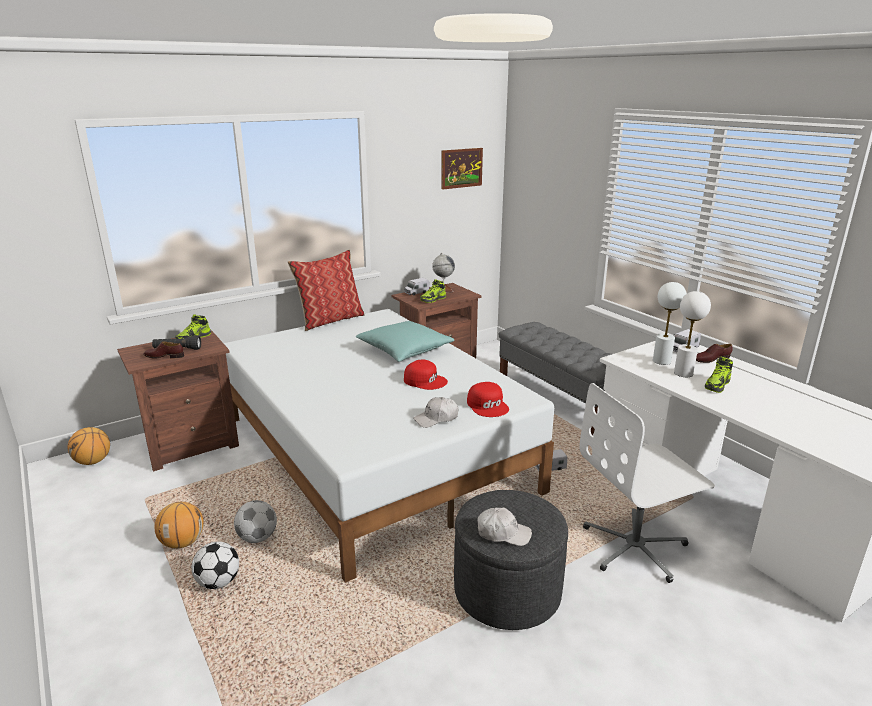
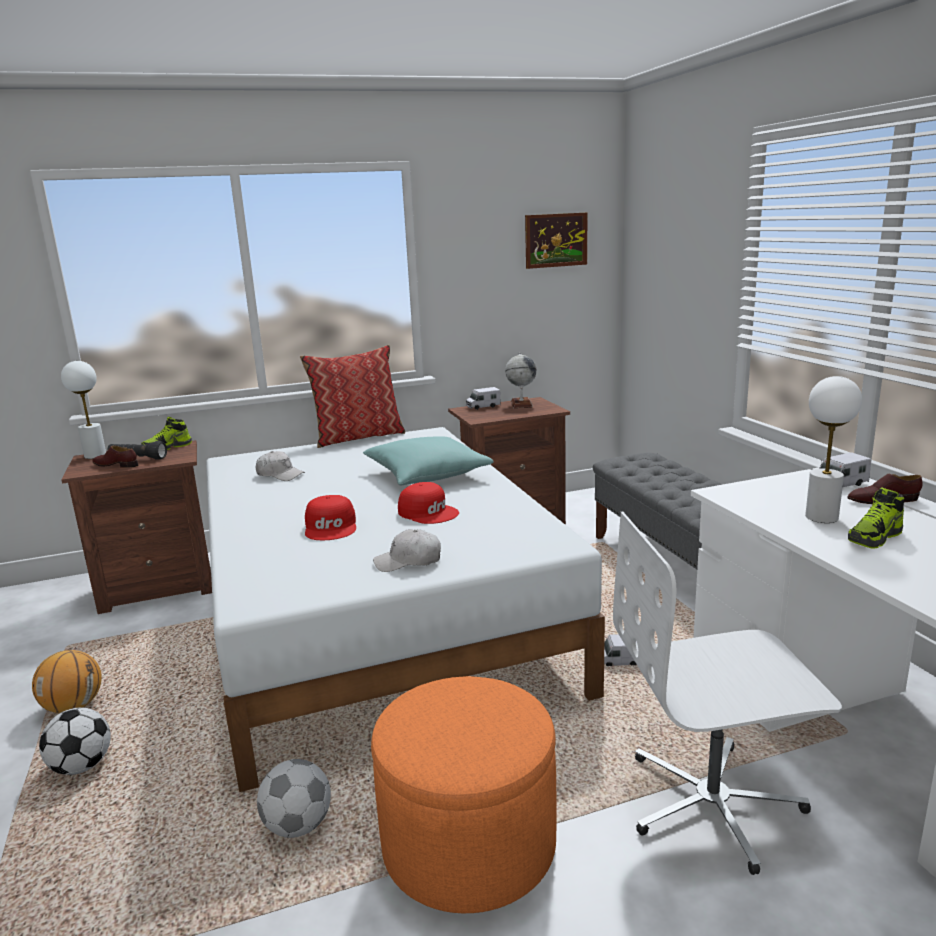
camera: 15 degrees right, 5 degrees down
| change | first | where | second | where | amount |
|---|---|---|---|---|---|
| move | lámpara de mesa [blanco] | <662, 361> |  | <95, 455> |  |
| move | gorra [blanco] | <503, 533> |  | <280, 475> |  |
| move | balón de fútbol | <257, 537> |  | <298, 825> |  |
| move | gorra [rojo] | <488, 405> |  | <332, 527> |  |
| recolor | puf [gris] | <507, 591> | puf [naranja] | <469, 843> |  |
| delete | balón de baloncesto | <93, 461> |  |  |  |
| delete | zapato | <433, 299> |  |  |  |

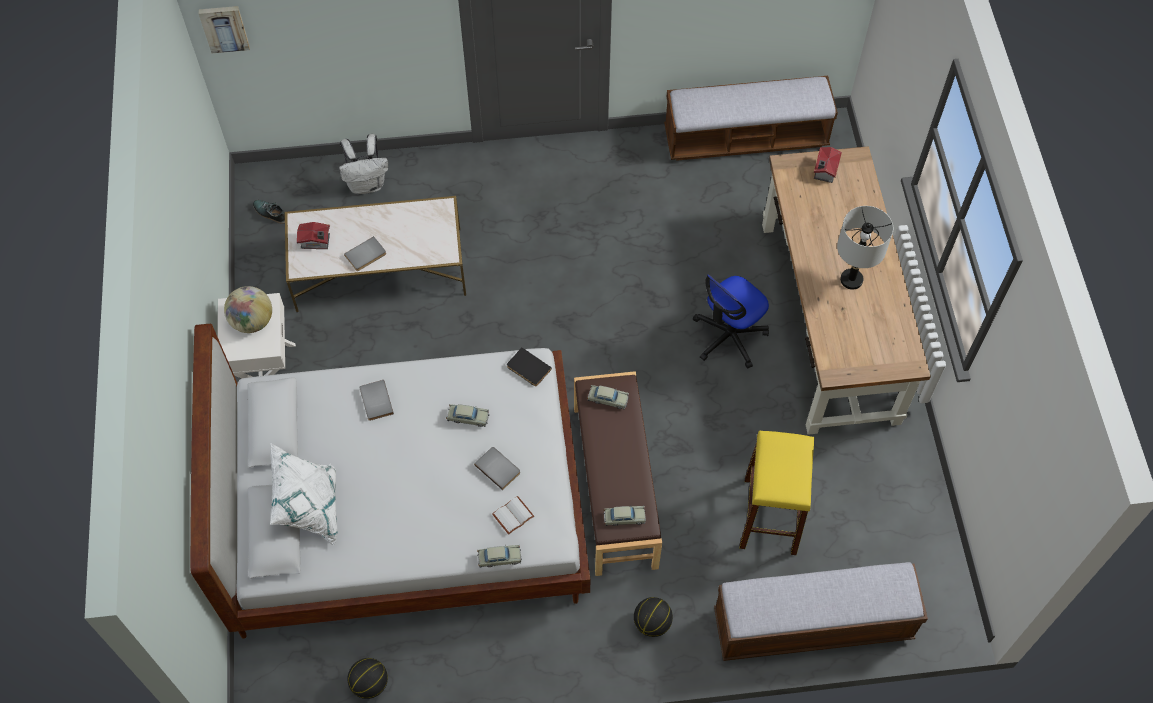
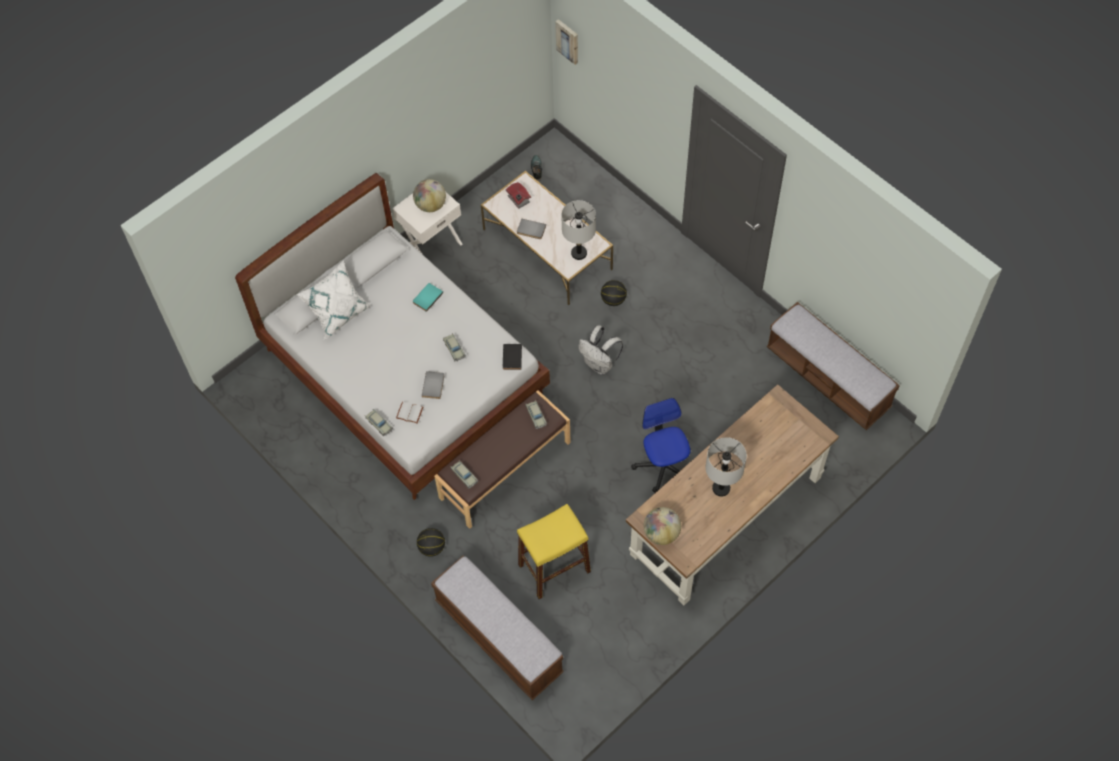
camera: 55 degrees right, 0 degrees up
| change | first | where | second | where | amount |
|---|---|---|---|---|---|
| recolor | libro [gris] | <375, 401> | libro [turquesa] | <427, 297> |  |
| insert |  |  | lámpara de mesa [gris] | <579, 253> |  |
| move | mochila [blanco] | <367, 184> |  | <600, 364> |  |
| move | balón de baloncesto | <369, 684> |  | <613, 300> |  |
| rotate | silla de oficina | <729, 337> |  | <663, 465> | 60 degrees clockwise |
| insert |  |  | globo terráqueo | <661, 533> |  |
| delete | casita | <824, 171> |  |  |  |

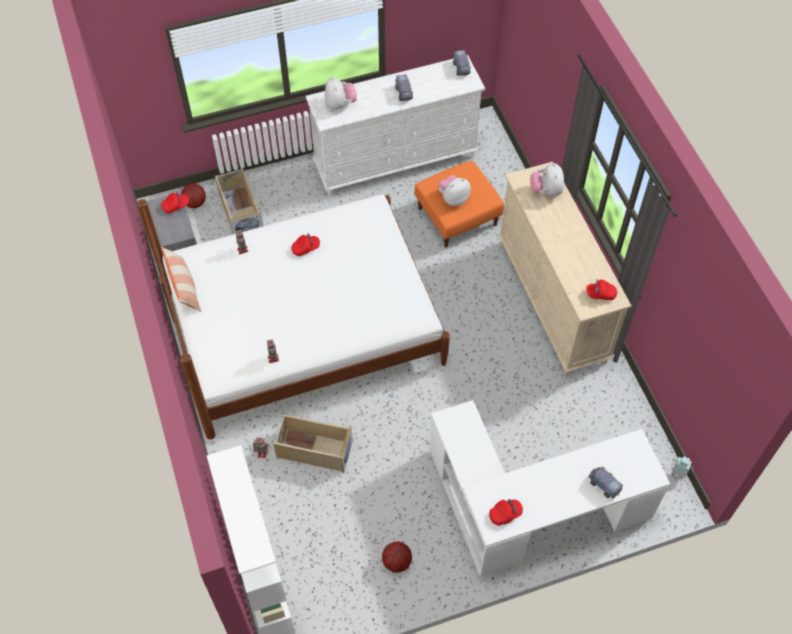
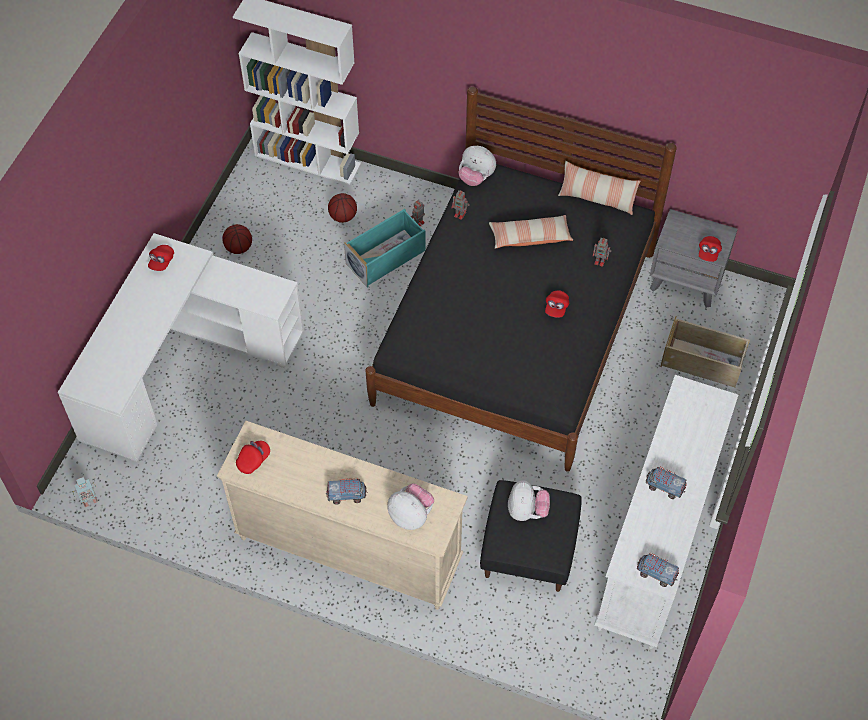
camera: 130 degrees right, 0 degrees up
| change | first | where | second | where | amount |
|---|---|---|---|---|---|
| move | camión de juguete | <604, 485> |  | <346, 495> |  |
| move | balón de baloncesto | <195, 203> |  | <343, 216> |  |
| recolor | caja de almacenaje [beis] | <313, 450> | caja de almacenaje [turquesa] | <386, 257> |  |
| recolor | cama [blanco] | <304, 327> | cama [negro] | <515, 327> |  |
| move | peluche | <340, 104> |  | <476, 177> |  |
| recolor | puf [naranja] | <457, 217> | puf [negro] | <528, 547> |  |
| insert |  |  | cojín | <530, 237> |  |

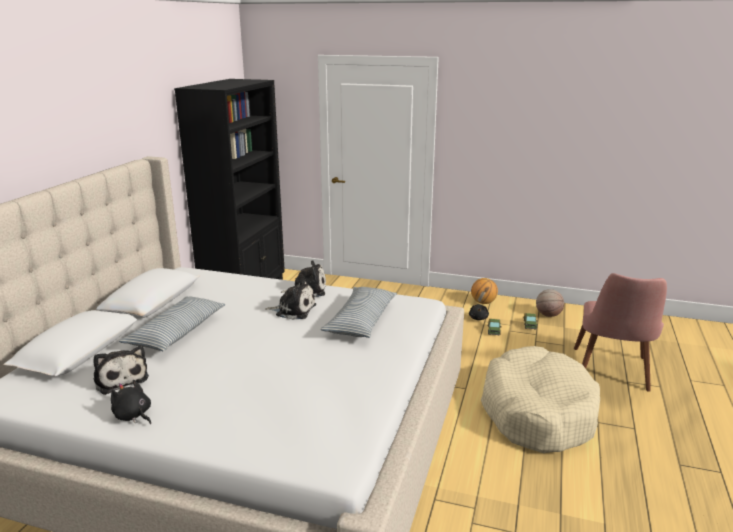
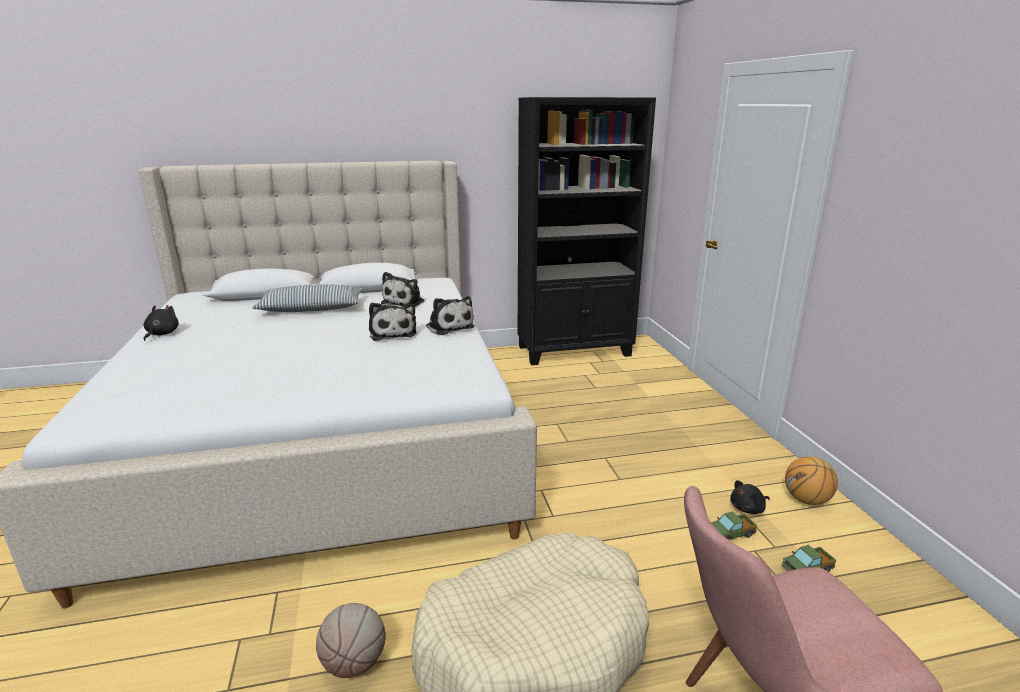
camera: 60 degrees right, 0 degrees up
| change | first | where | second | where | amount |
|---|---|---|---|---|---|
| move | balón de baloncesto | <548, 315> |  | <354, 663> |  |
| move | peluche | <120, 378> |  | <405, 302> |  |
| delete | cojín | <361, 321> |  |  |  |

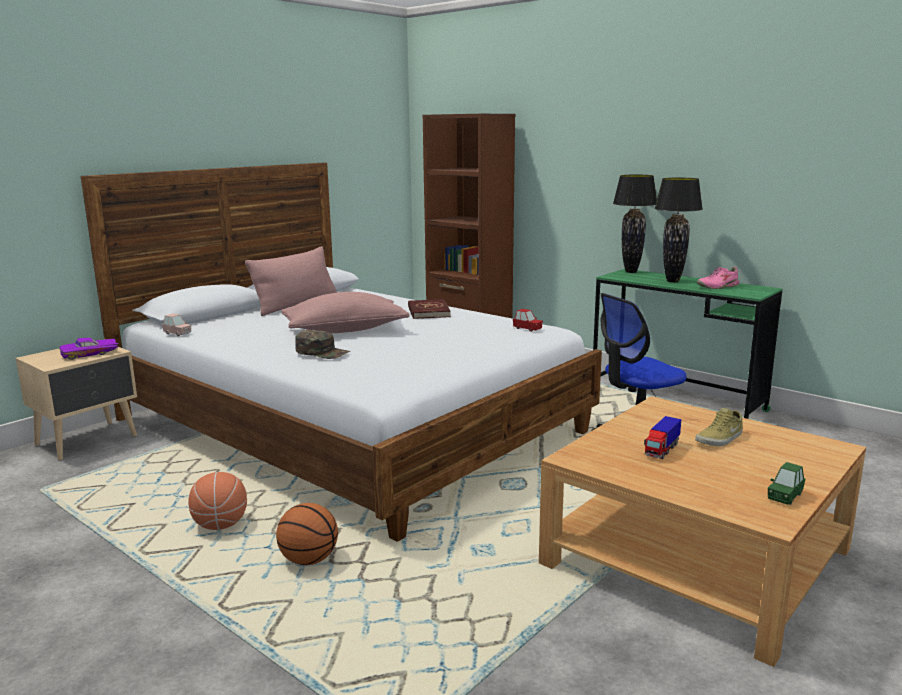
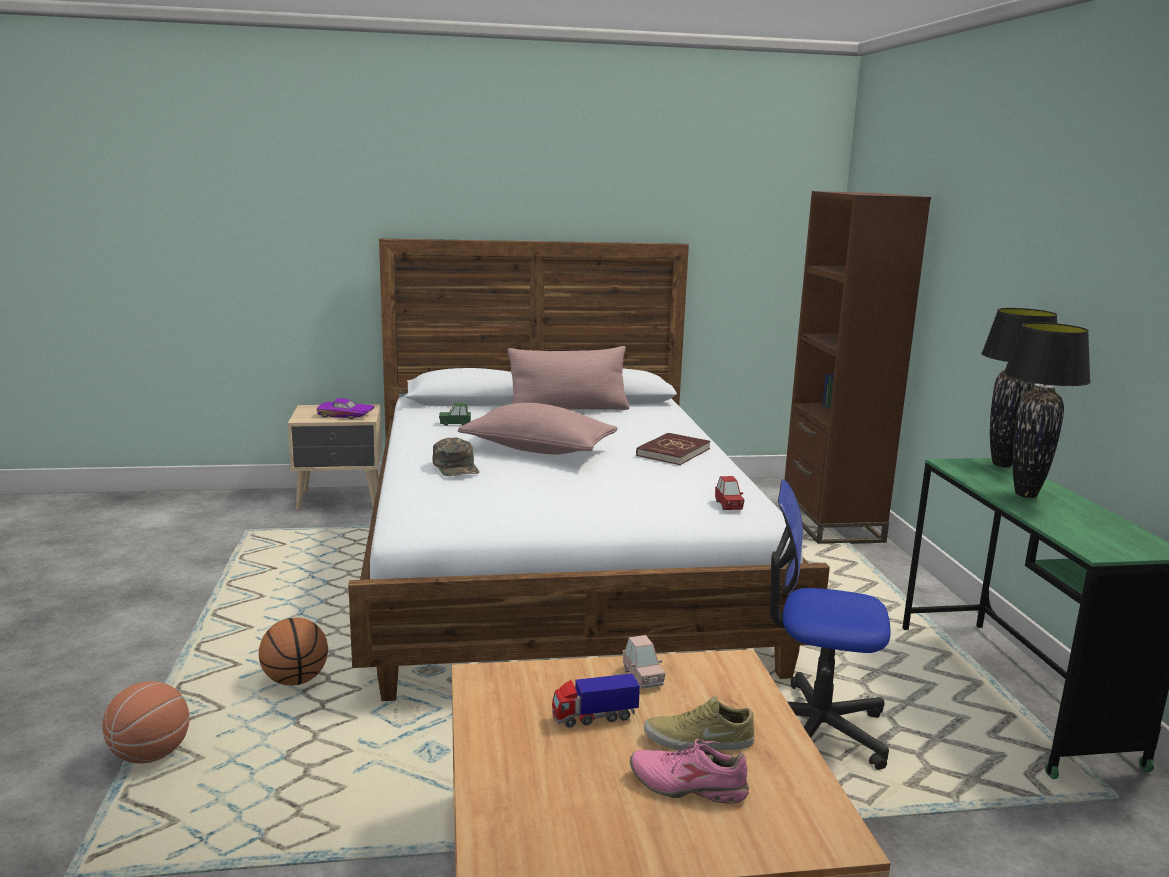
camera: 40 degrees right, 0 degrees up
| change | first | where | second | where | amount |
|---|---|---|---|---|---|
| move | balón de baloncesto | <220, 525> |  | <151, 754> |  |
| move | coche de juguete [verde] | <785, 496> |  | <455, 424> |  |
| move | coche de juguete [rosa] | <177, 333> |  | <642, 677> |  |
| move | zapato [rosa] | <718, 287> |  | <689, 786> |  |

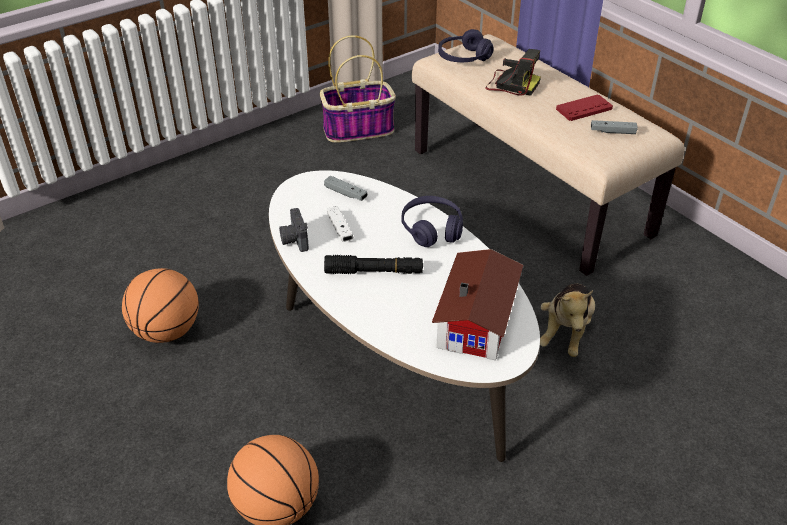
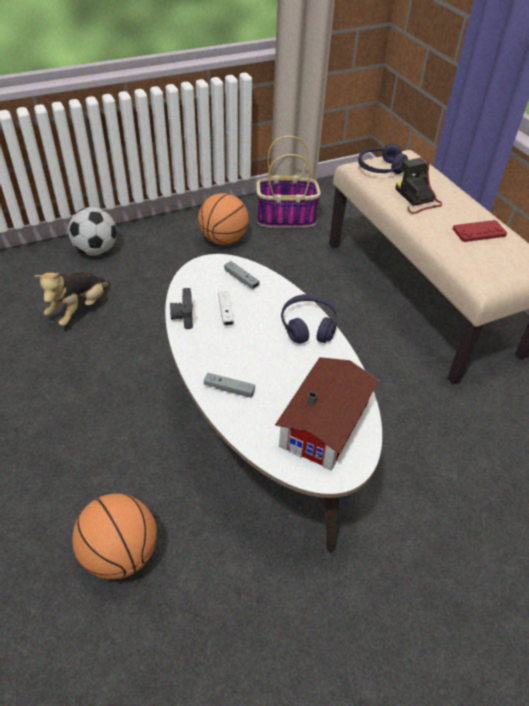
camera: 10 degrees right, 5 degrees up
| change | first | where | second | where | amount |
|---|---|---|---|---|---|
| move | peluche | <566, 332> |  | <79, 310> |  |
| insert |  |  | balón de fútbol | <96, 250> |  |
| move | balón de baloncesto | <166, 331> |  | <223, 240> |  |
| move | mando de consola [gris] | <612, 132> |  | <229, 389> |  |
| rotate | cámara | <511, 84> |  | <416, 199> | 150 degrees counterclockwise |
| delete | linterna [negro] | <374, 272> |  |  |  |

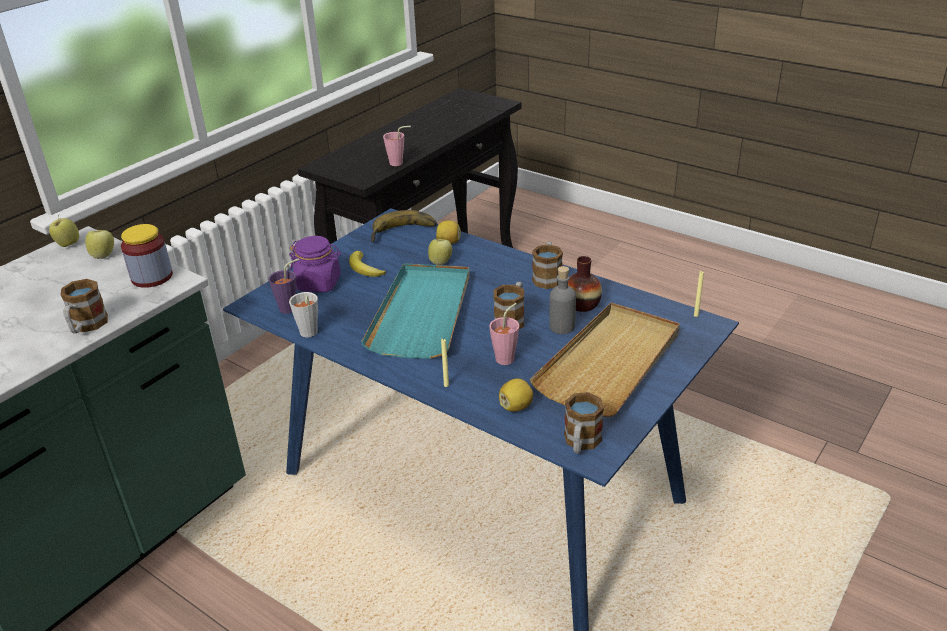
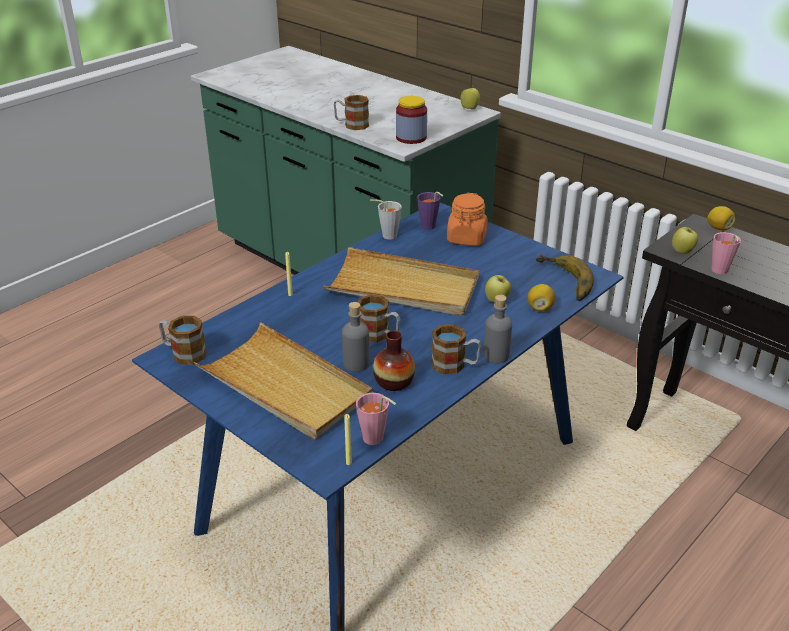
camera: 95 degrees right, 0 degrees up
| change | first | where | second | where | amount |
|---|---|---|---|---|---|
| recolor | bandeja [turquesa] | <422, 313> | bandeja [beis] | <403, 287> |  |
| move | taza [rosa] | <507, 357> |  | <376, 440> |  |
| recolor | tarro [morado] | <319, 283> | tarro [naranja] | <466, 238> |  |
| insert |  |  | botella [gris] | <496, 355> |  |
| move | manzana | <104, 256> |  | <682, 252> |  |
| move | limón | <516, 406> |  | <718, 228> |  |
| delete | plátano | <364, 268> |  |  |  |

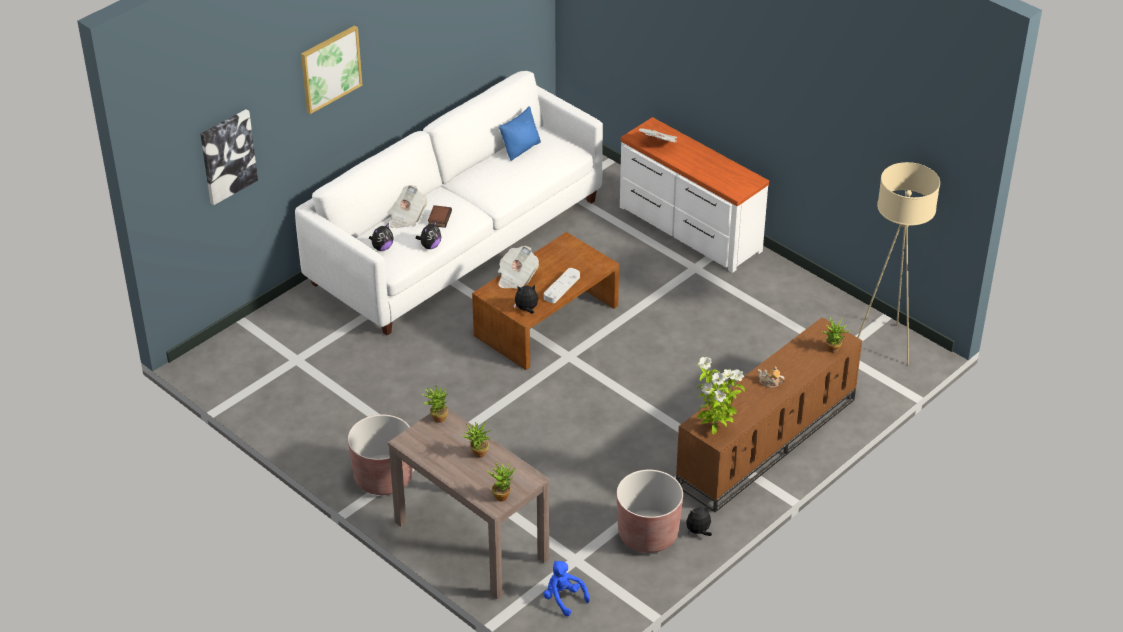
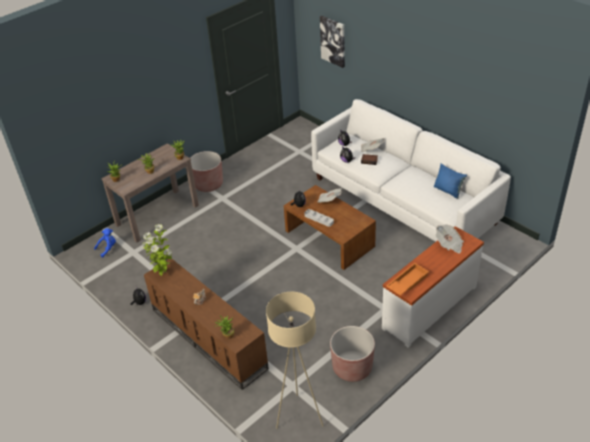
camera: 95 degrees right, 0 degrees up
| change | first | where | second | where | amount |
|---|---|---|---|---|---|
| move | maceta [marrón] | <648, 534> |  | <352, 367> |  |
| insert |  |  | bandeja [naranja] | <407, 282> |  |
| delete | cuadro | <330, 68> |  |  |  |

